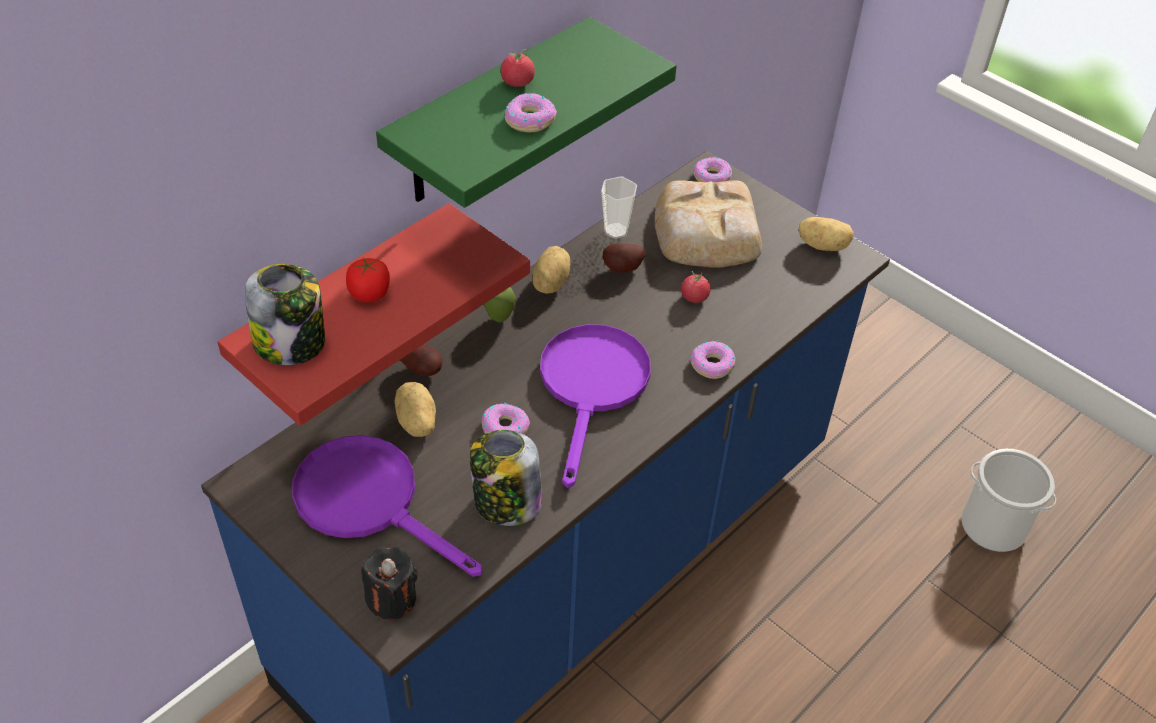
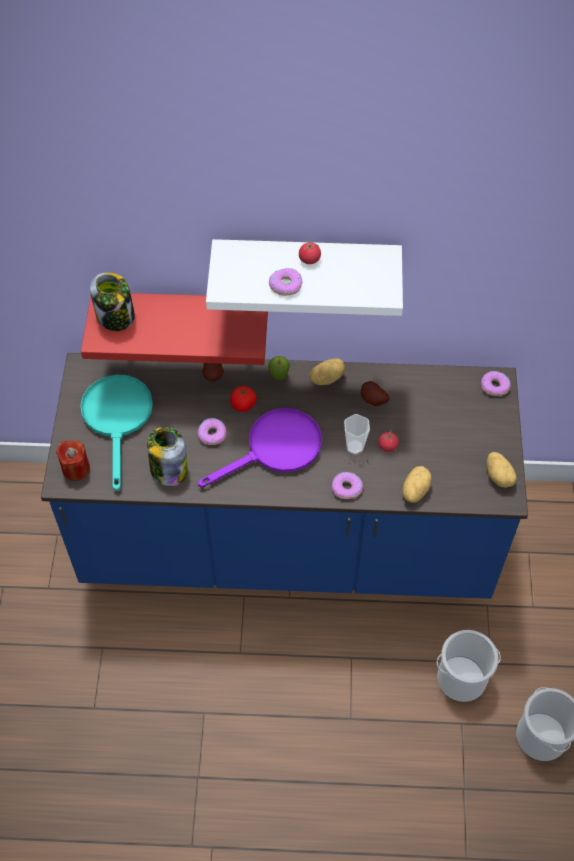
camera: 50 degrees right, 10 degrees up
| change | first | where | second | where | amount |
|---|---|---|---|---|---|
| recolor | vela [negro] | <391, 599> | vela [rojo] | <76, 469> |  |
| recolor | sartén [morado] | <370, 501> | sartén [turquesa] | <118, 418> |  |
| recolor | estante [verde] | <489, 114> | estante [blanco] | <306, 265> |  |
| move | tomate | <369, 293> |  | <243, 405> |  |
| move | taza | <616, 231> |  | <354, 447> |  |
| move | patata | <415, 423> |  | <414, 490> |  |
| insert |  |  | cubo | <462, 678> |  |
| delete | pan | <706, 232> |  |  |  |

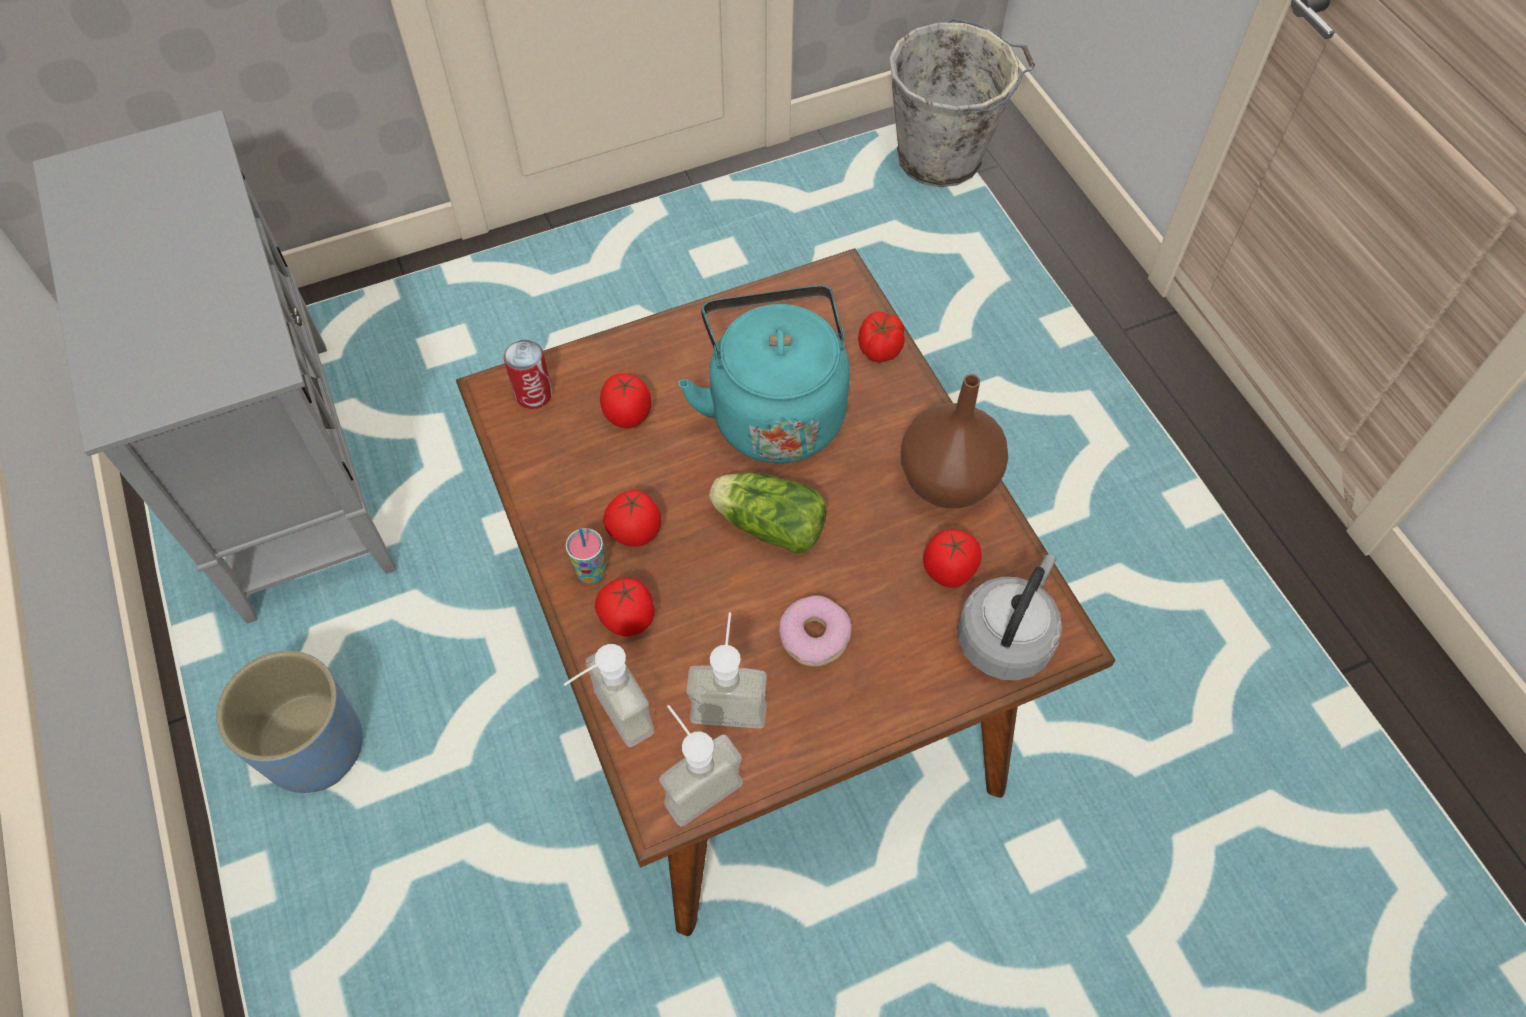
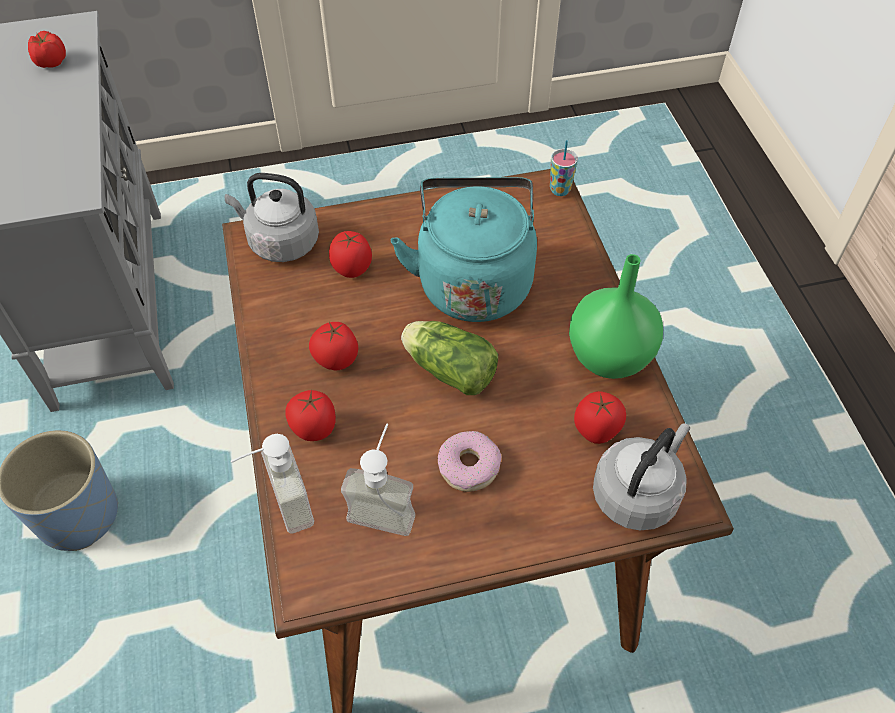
camera: 10 degrees right, 5 degrees down
| change | first | where | second | where | amount |
|---|---|---|---|---|---|
| move | tomate | <879, 350> |  | <50, 62> |  |
| replace | lata | <533, 394> | hervidor [gris] | <280, 242> |  |
| move | taza | <591, 573> |  | <560, 190> |  |
| recolor | florero [marrón] | <946, 480> | florero [verde] | <608, 355> |  |
| delete | dispensador de jabón | <694, 781> |  |  |  |
| delete | cubo [gris] | <943, 159> |  |  |  |

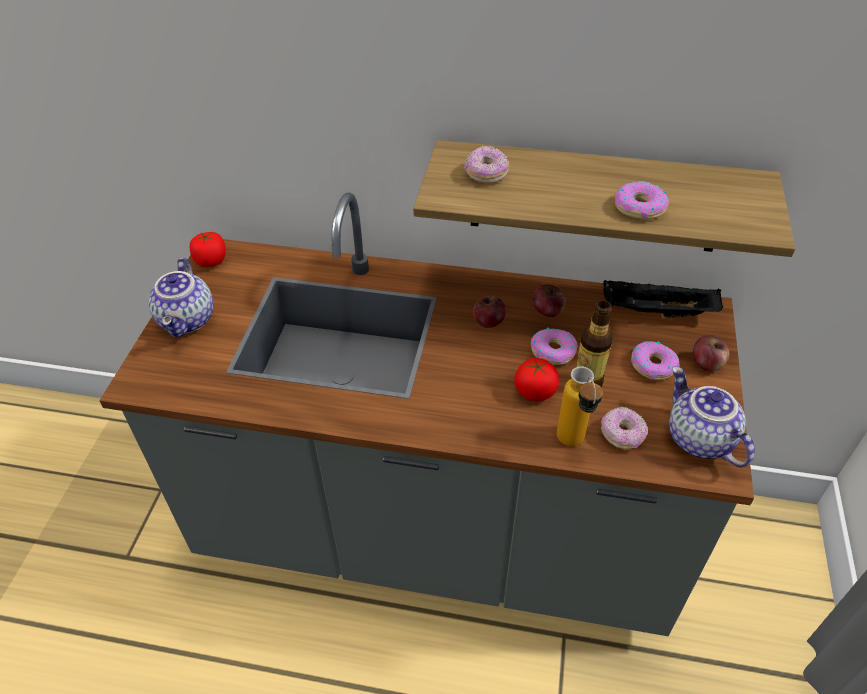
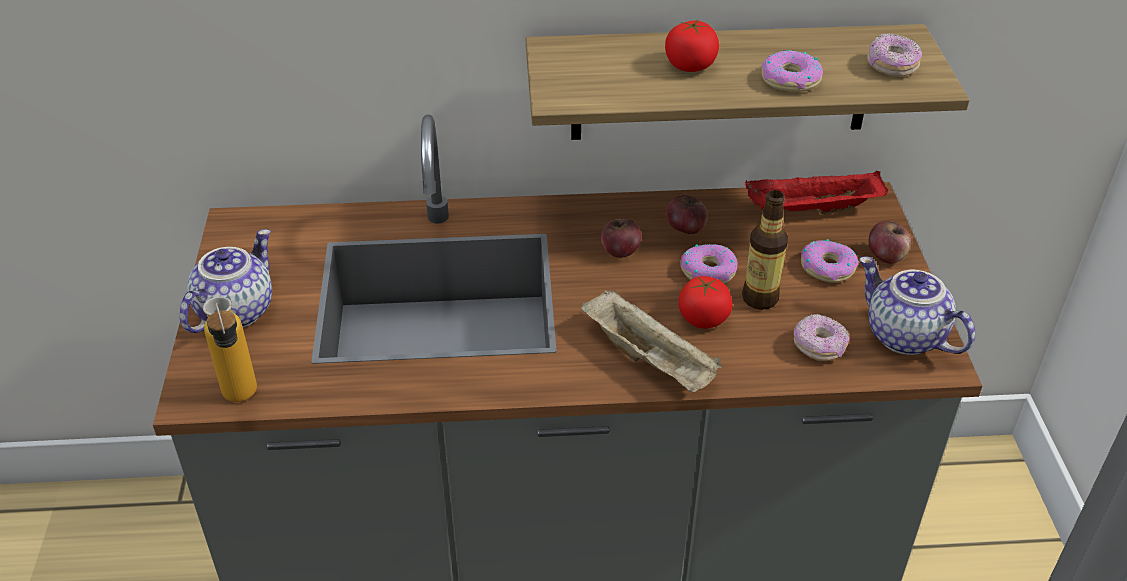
camera: 15 degrees left, 5 degrees down
| change | first | where | second | where | amount |
|---|---|---|---|---|---|
| rotate | tetera | <188, 320> |  | <235, 310> | 135 degrees counterclockwise |
| move | botella | <573, 446> |  | <242, 401> |  |
| insert |  |  | bandeja [beis] | <650, 360> |  |
| move | tomate | <211, 261> |  | <690, 65> |  |
| recolor | bandeja [negro] | <656, 312> | bandeja [rojo] | <811, 210> |  |
| move | rosquilla | <486, 174> |  | <891, 66> |  |

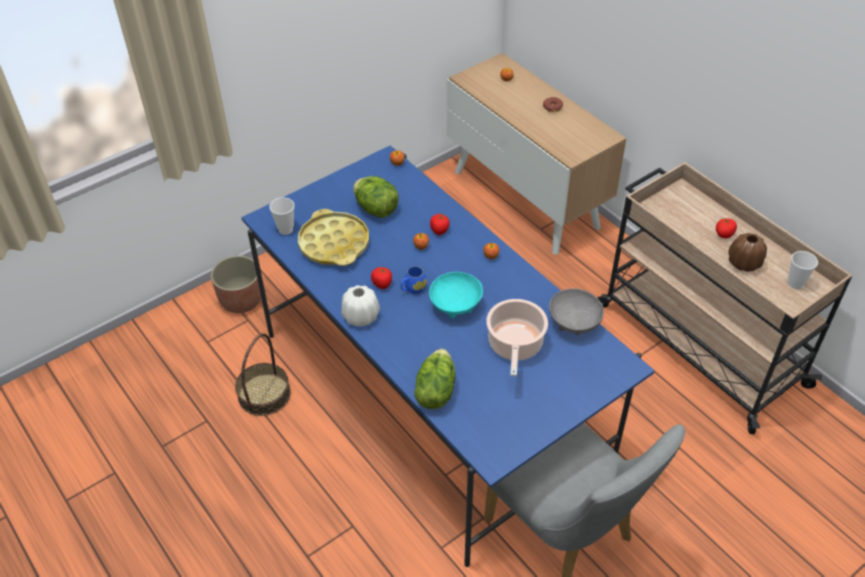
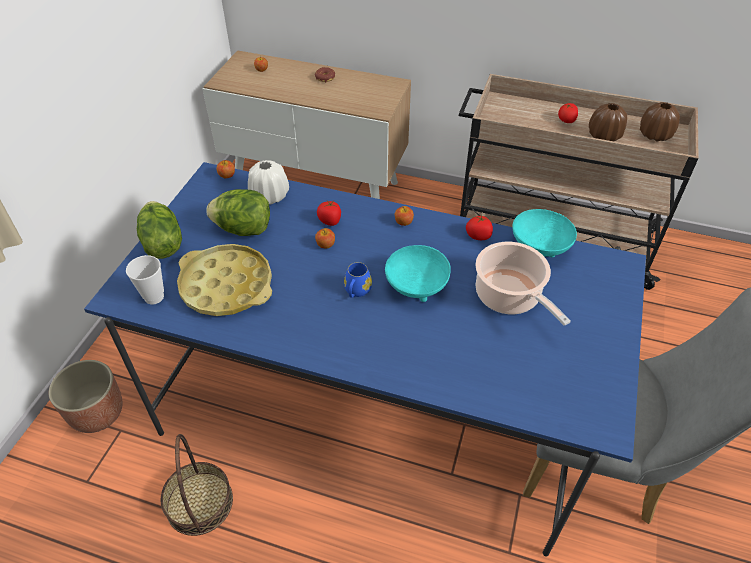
camera: 35 degrees left, 0 degrees up
| change | first | where | second | where | amount |
|---|---|---|---|---|---|
| move | lechuga | <435, 391> |  | <162, 244> |  |
| move | florero [blanco] | <361, 316> |  | <270, 196> |  |
| move | tomate | <382, 284> |  | <478, 236> |  |
| recolor | cuenco [gris] | <574, 324> | cuenco [turquesa] | <540, 249> |  |
| replace | taza | <795, 283> | florero [marrón] | <655, 135> |  |

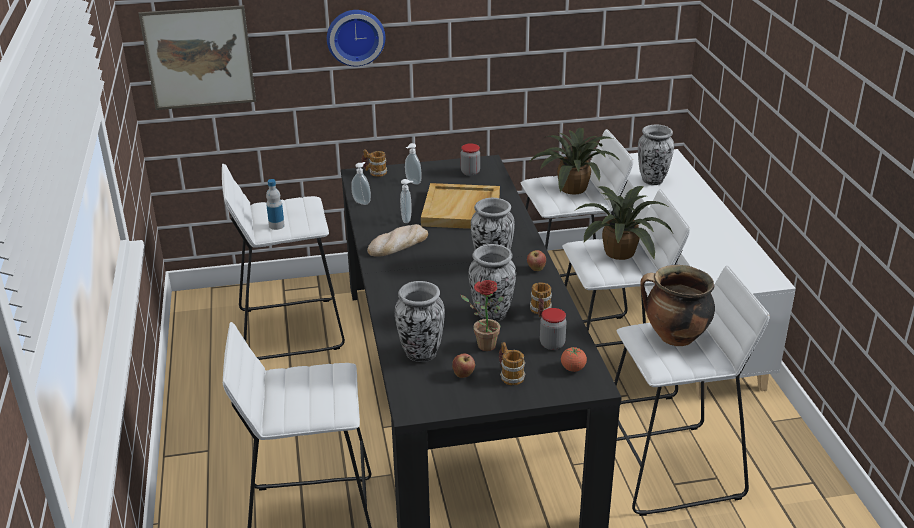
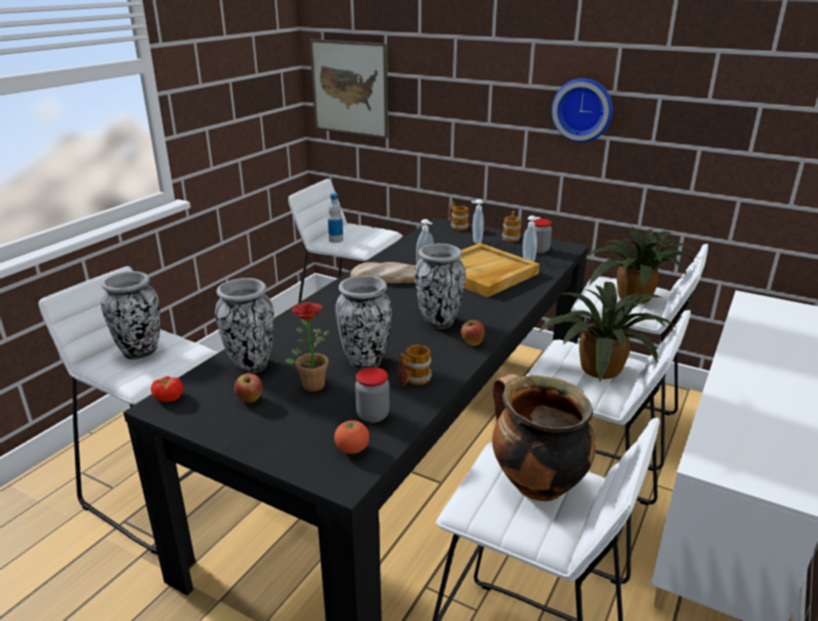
camera: 40 degrees right, 5 degrees down
| change | first | where | second | where | amount |
|---|---|---|---|---|---|
| move | florero | <652, 180> |  | <140, 352> |  |
| insert |  |  | tomate | <169, 397> |  |
| move | taza grande | <509, 375> |  | <511, 237> |  |
| move | dispensador de jabón | <362, 202> |  | <529, 260> |  |
| move | reloj de pared | <355, 36> |  | <583, 109> |  |

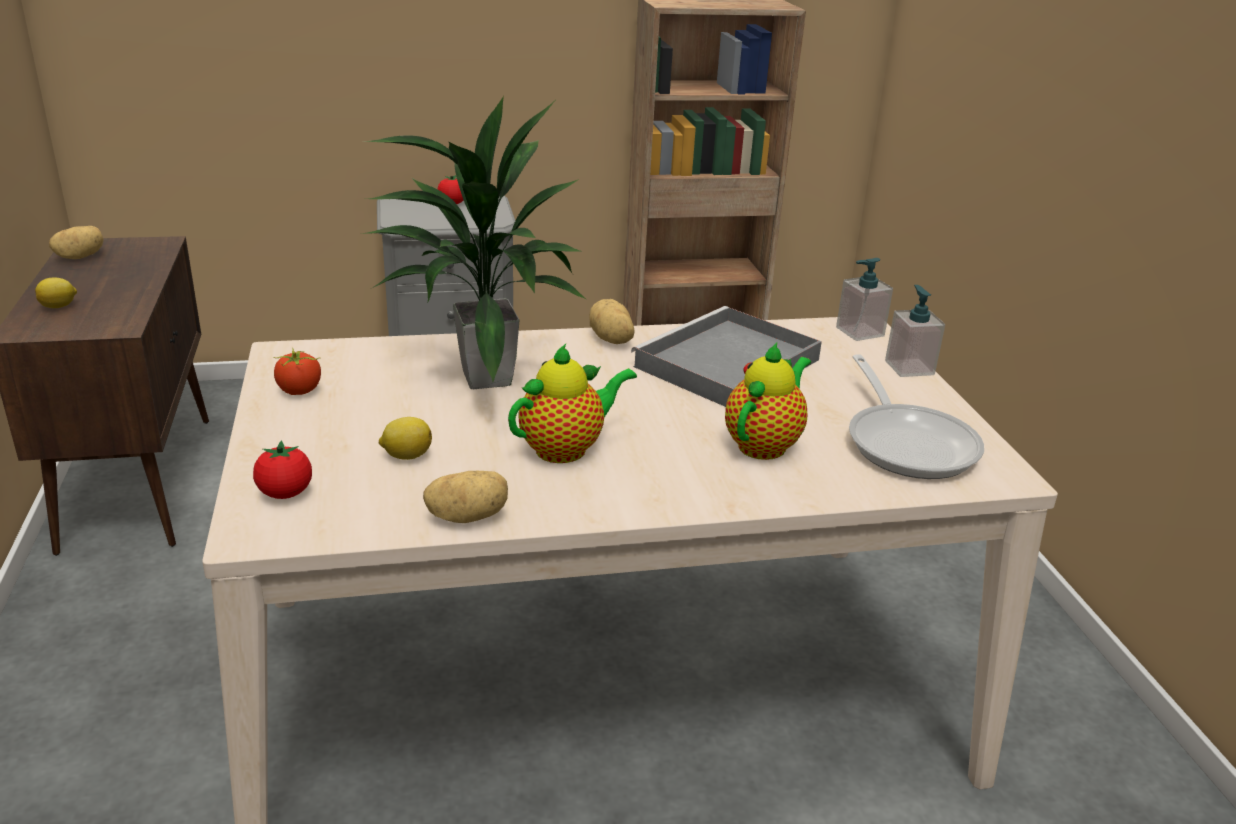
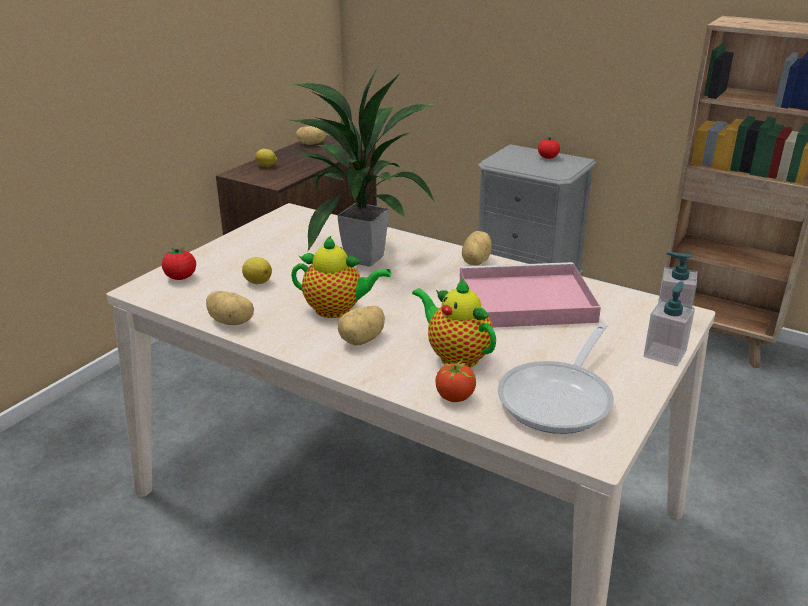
camera: 45 degrees right, 0 degrees up
| change | first | where | second | where | amount |
|---|---|---|---|---|---|
| insert |  |  | patata | <363, 340> |  |
| rotate | tetera | <765, 444> |  | <455, 356> | 120 degrees counterclockwise |
| move | tomate | <300, 391> |  | <455, 397> |  |
| recolor | bandeja [gris] | <726, 365> | bandeja [rosa] | <522, 301> |  |

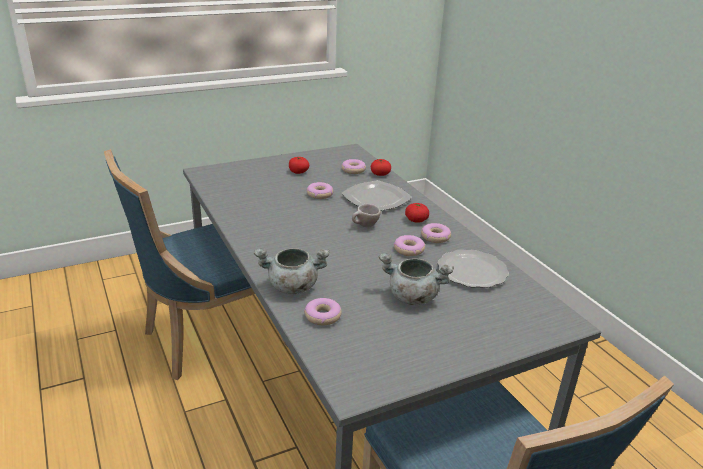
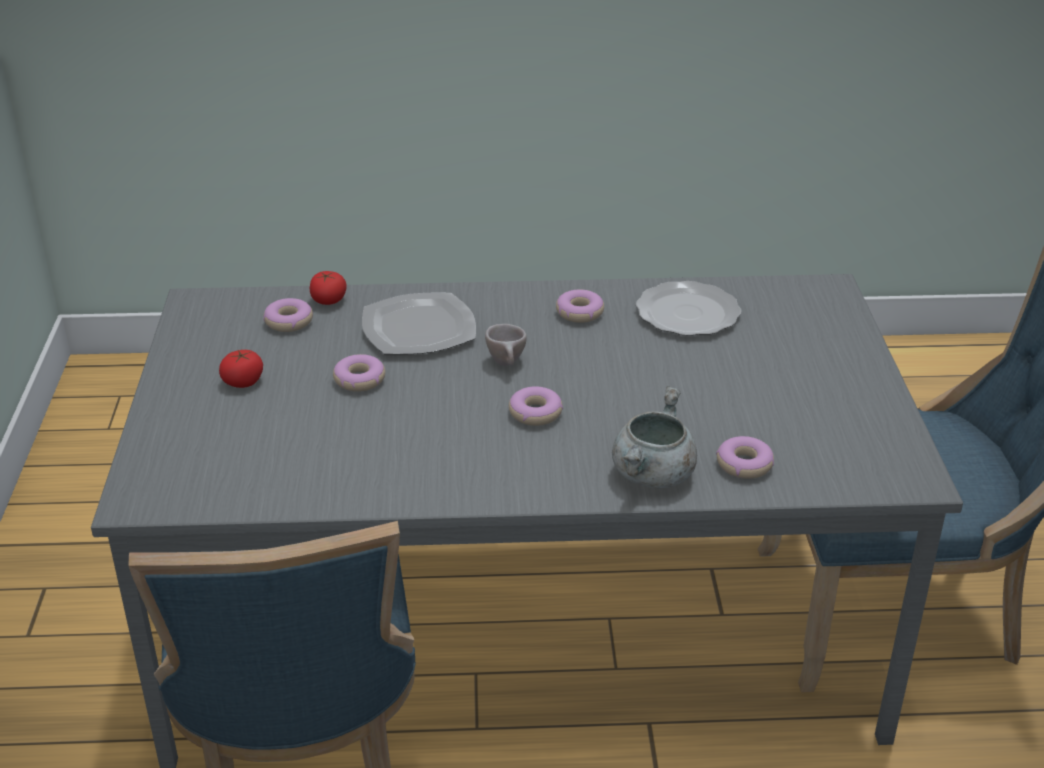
camera: 65 degrees left, 5 degrees up
| change | first | where | second | where | amount |
|---|---|---|---|---|---|
| move | rosquilla | <409, 250> |  | <535, 413> |  |
| delete | olla [gris] | <411, 297> |  |  |  |
| delete | tomate | <416, 220> |  |  |  |

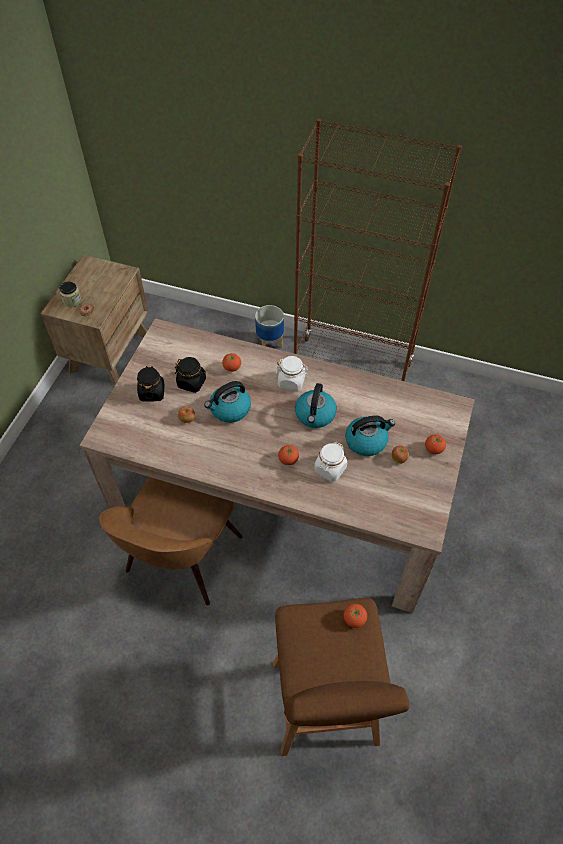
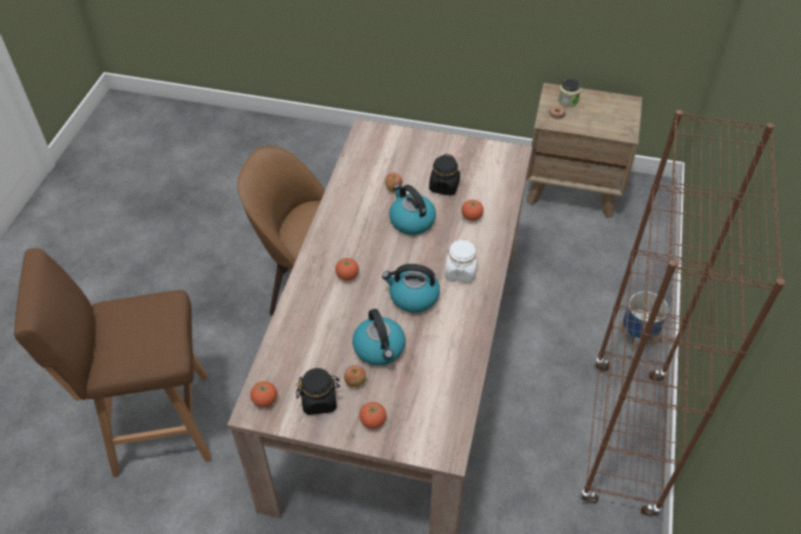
camera: 85 degrees right, 5 degrees down
| change | first | where | second | where | amount |
|---|---|---|---|---|---|
| move | tomate | <354, 619> |  | <265, 400> |  |
| move | tarro [negro] | <152, 392> |  | <319, 400> |  |
| delete | tarro [blanco] | <330, 469> |  |  |  |

